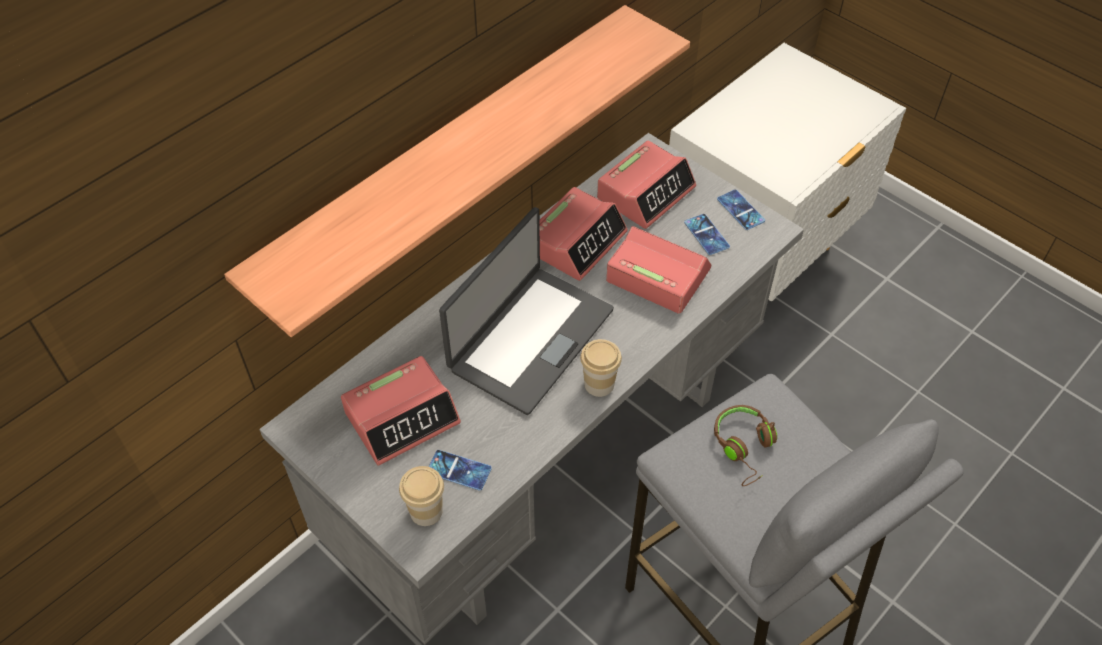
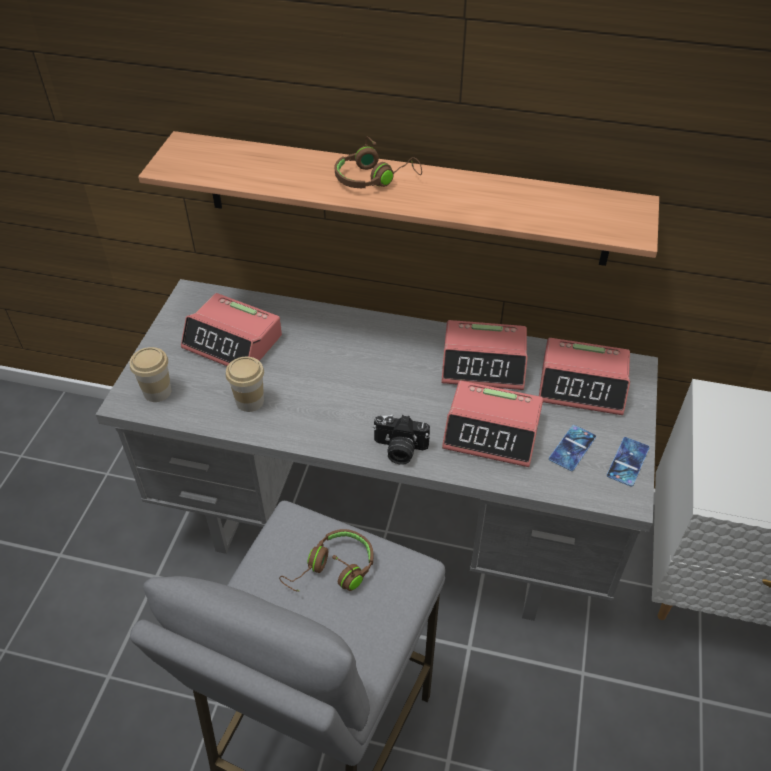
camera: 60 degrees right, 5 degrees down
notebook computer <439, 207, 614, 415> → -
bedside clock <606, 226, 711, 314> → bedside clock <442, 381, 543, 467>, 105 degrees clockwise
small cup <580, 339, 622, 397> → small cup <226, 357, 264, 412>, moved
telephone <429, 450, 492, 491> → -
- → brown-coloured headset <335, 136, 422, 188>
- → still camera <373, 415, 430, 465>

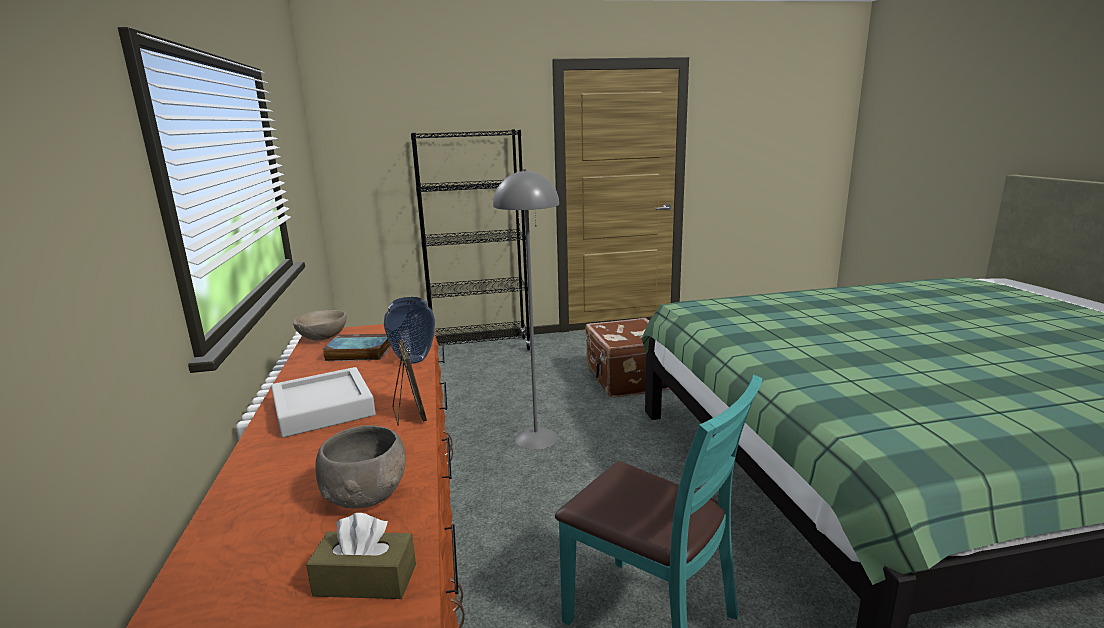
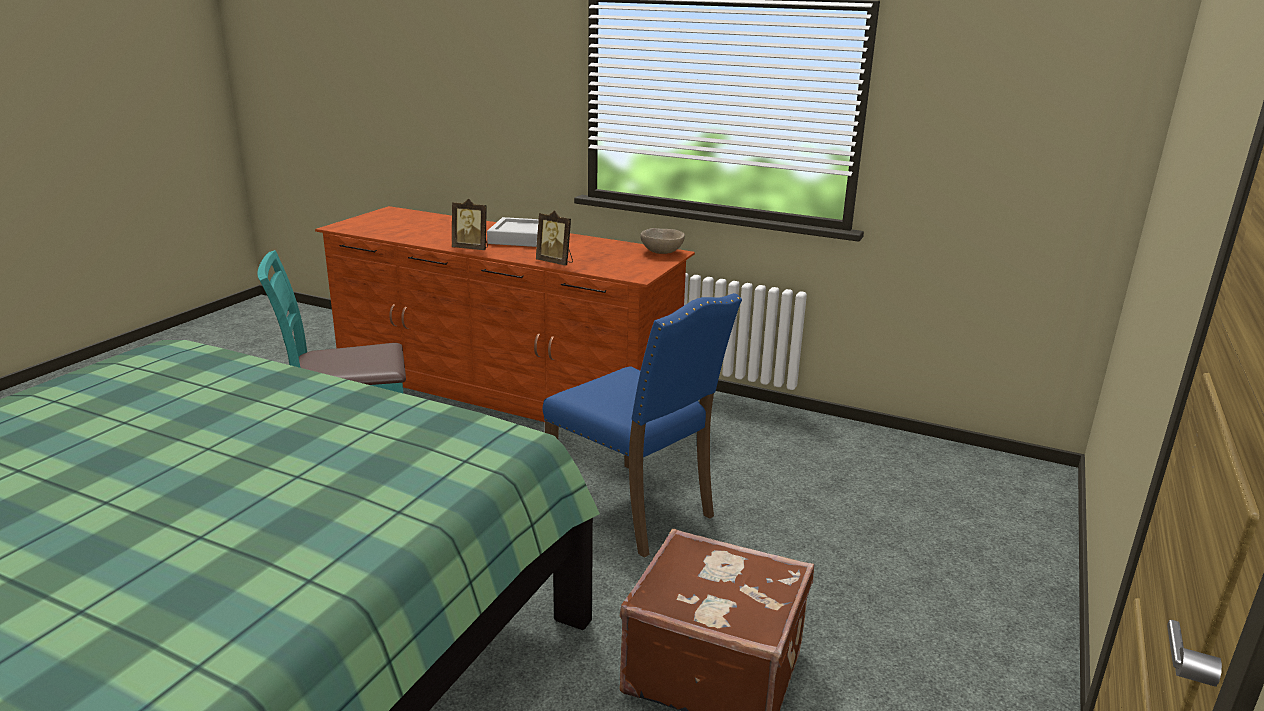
camera: 125 degrees right, 5 degrees up
black bookshelf <411, 129, 531, 351> → -
gray standing lamp <493, 169, 559, 450> → blue chair <543, 293, 742, 558>
flower vase <384, 297, 435, 364> → picture frame <536, 210, 573, 266>
book <322, 334, 391, 361> → -
gray bowl <315, 425, 406, 508> → -
brown-coloured tissue holder <306, 513, 416, 599> → -

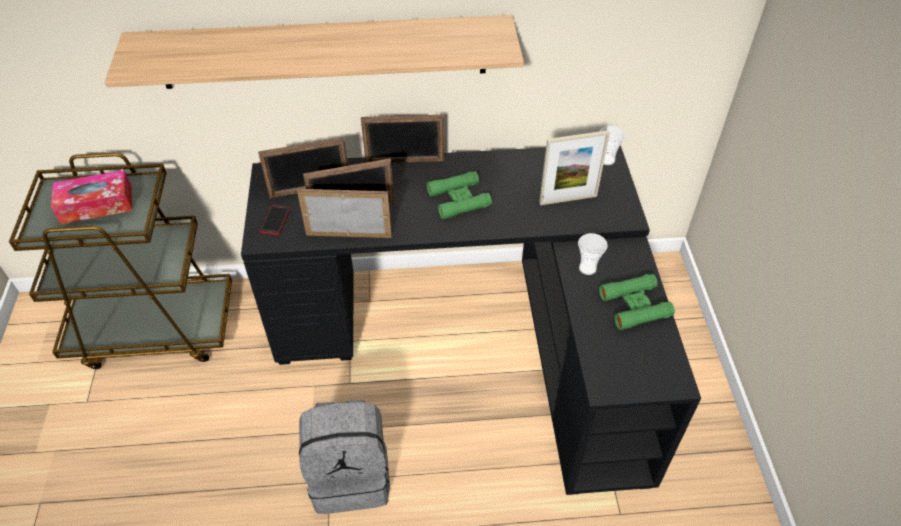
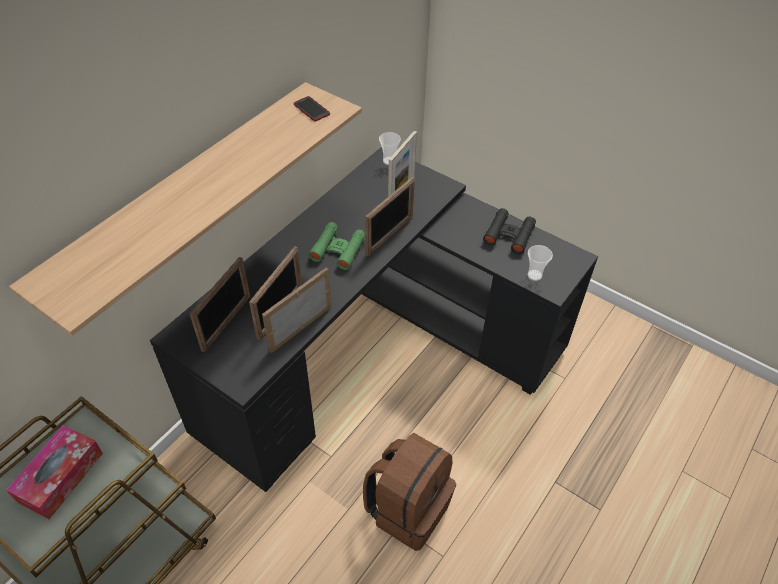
camera: 50 degrees left, 0 degrees up
picture frame <361, 115, 444, 163> → picture frame <365, 177, 415, 256>, moved
telephone <260, 205, 290, 235> → telephone <294, 96, 330, 121>, moved
small cup <578, 233, 608, 275> → small cup <527, 245, 553, 281>, moved
green-coloured pair of binoculars <599, 274, 675, 330> → black pair of binoculars <483, 208, 536, 254>
gray backpack <299, 400, 390, 514> → brown-coloured backpack <363, 433, 456, 551>

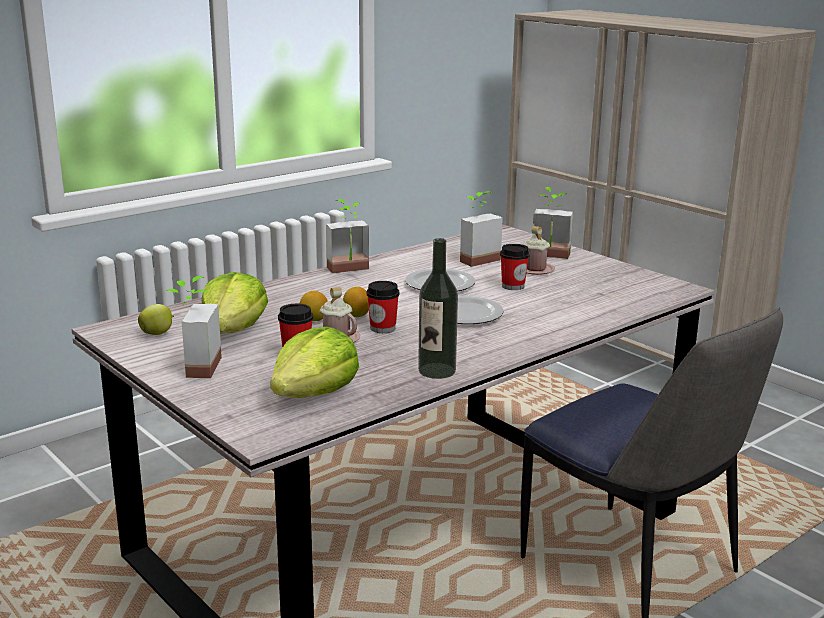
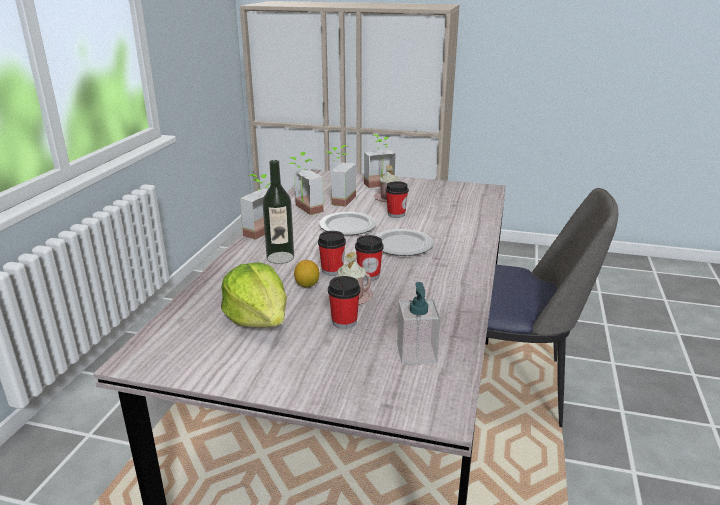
camera: 35 degrees left, 5 degrees up
drink bottle <418, 238, 458, 379> → drink bottle <263, 160, 294, 264>, moved
houseplant <166, 276, 222, 378> → houseplant <288, 152, 324, 215>, moved
lemon <343, 287, 369, 317> → small cup <318, 231, 346, 276>
apple <138, 304, 174, 335> → -
head of lettuce <270, 327, 359, 398> → soap dispenser <397, 282, 440, 365>

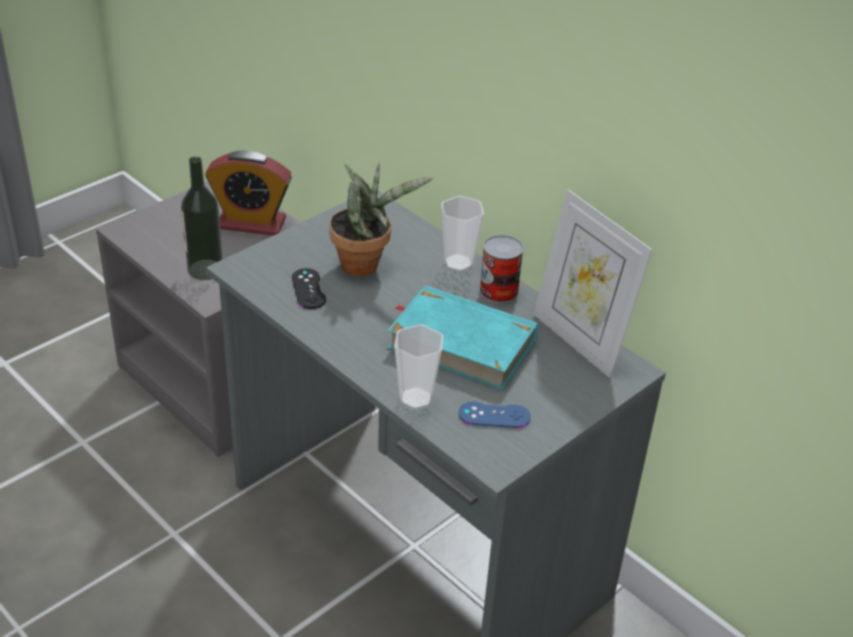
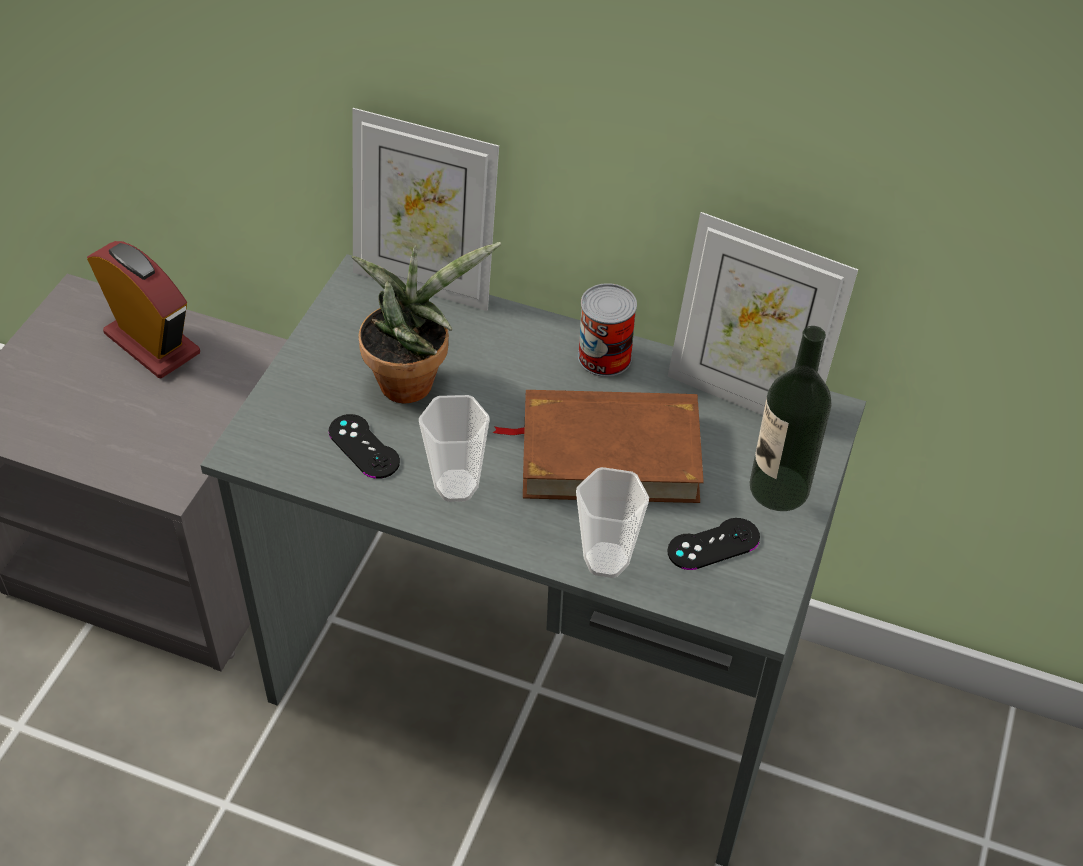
camera: 25 degrees left, 10 degrees up
bedside clock <205, 150, 292, 236> → bedside clock <87, 241, 200, 378>, 120 degrees counterclockwise
drink bottle <181, 157, 223, 280> → drink bottle <750, 326, 832, 511>, moved
small cup <441, 196, 484, 272> → small cup <419, 395, 490, 502>, moved
turquoise-coloured book <387, 285, 538, 390> → brown-coloured book <492, 390, 704, 503>
blue game controller <458, 402, 531, 428> → black game controller <668, 518, 760, 570>
- → picture frame <352, 108, 499, 311>

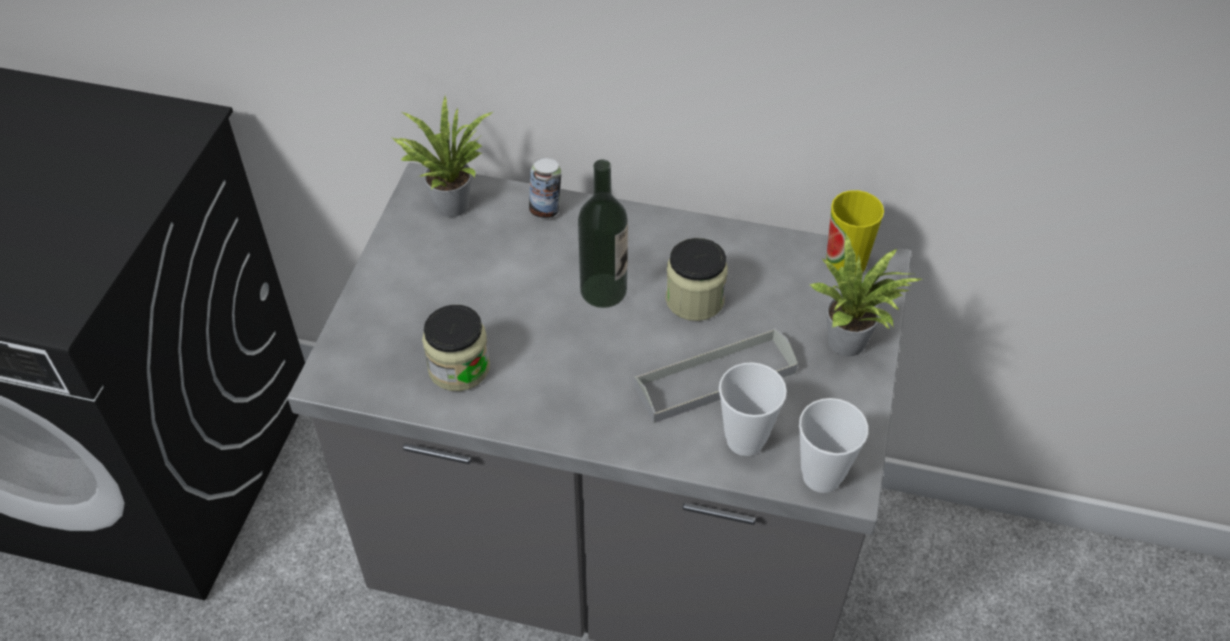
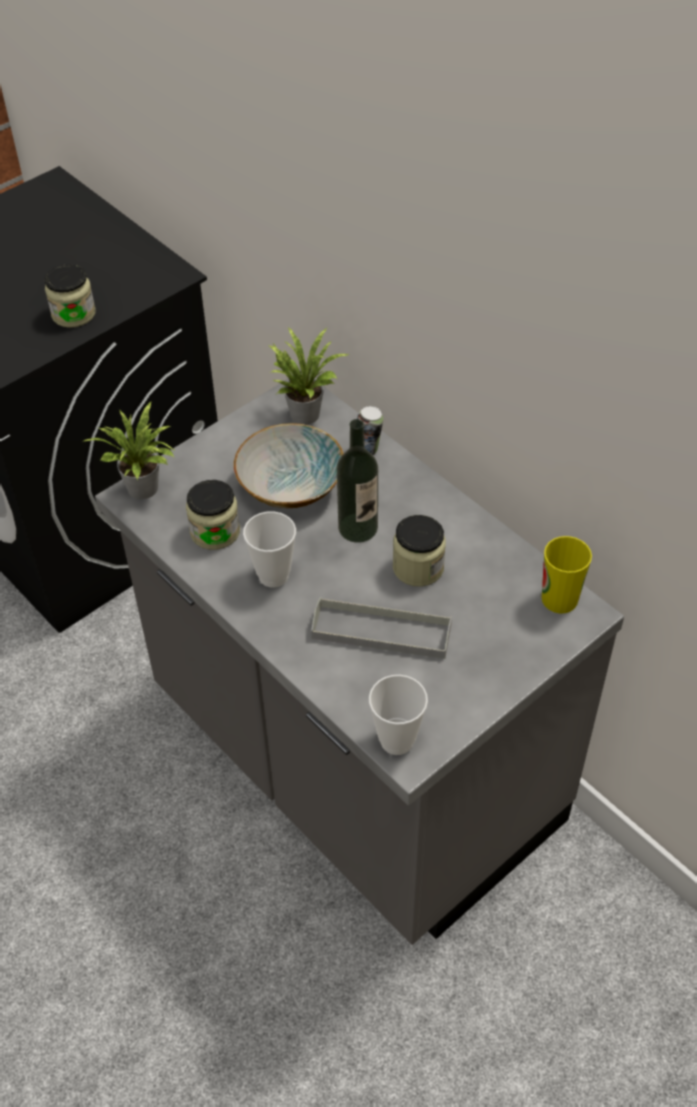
camera: 35 degrees right, 0 degrees up
houseplant <810, 232, 925, 356> → houseplant <81, 401, 176, 499>, moved
small cup <719, 362, 787, 456> → small cup <243, 511, 296, 588>, moved
- → preserve jar <45, 265, 96, 328>
- → bowl <234, 423, 344, 508>

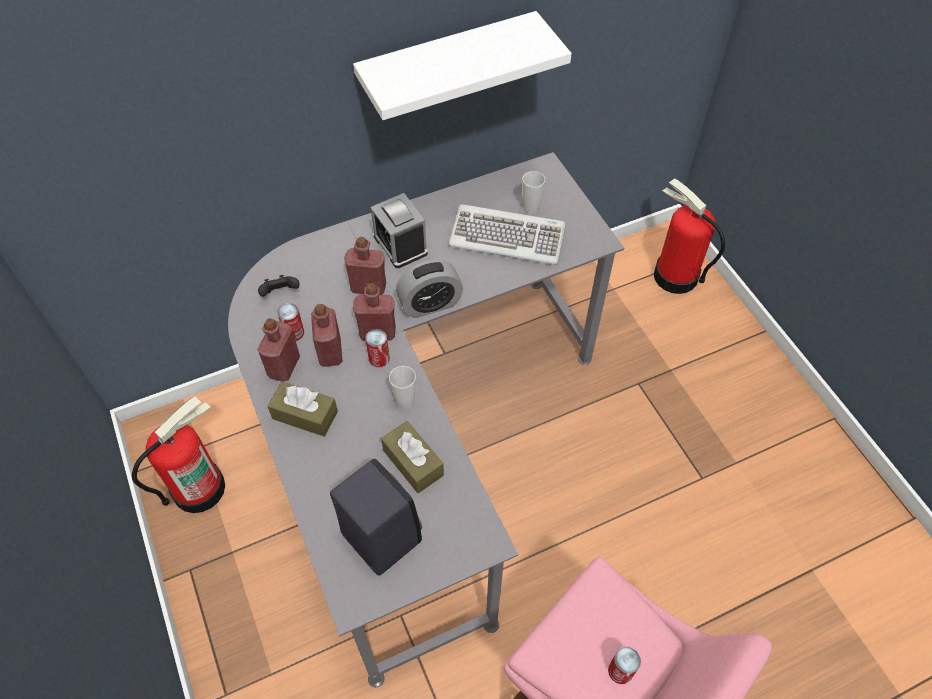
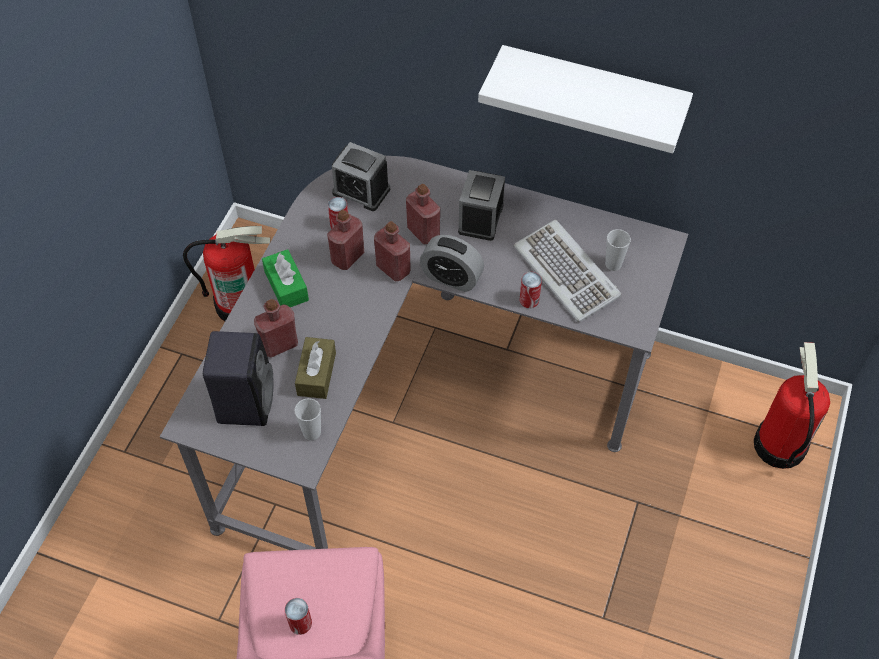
camera: 45 degrees right, 0 degrees up
black game controller <258, 275, 300, 297> → bedside clock <332, 142, 390, 211>
red drink bottle <257, 318, 300, 382> → red drink bottle <254, 299, 298, 358>, moved
metal can <365, 329, 390, 367> → metal can <520, 272, 542, 308>, moved
small cup <389, 366, 416, 410> → small cup <294, 398, 321, 440>, moved
brown-coloured tissue holder <268, 381, 338, 436> → green-coloured tissue holder <262, 249, 309, 307>

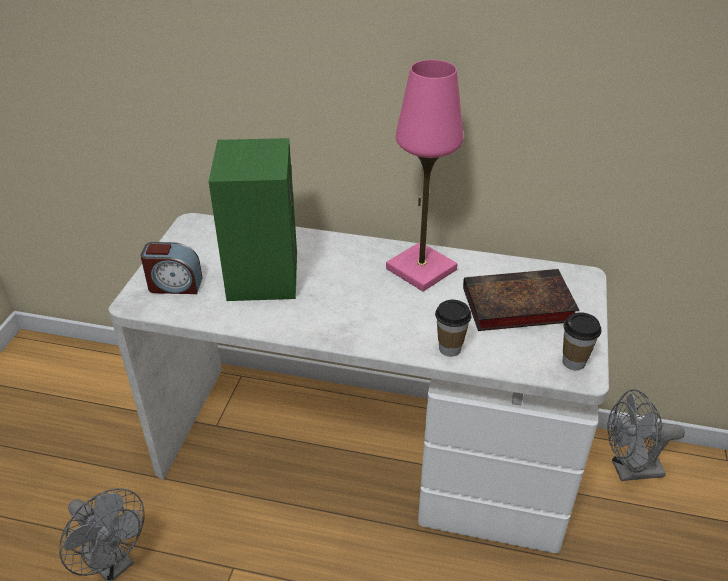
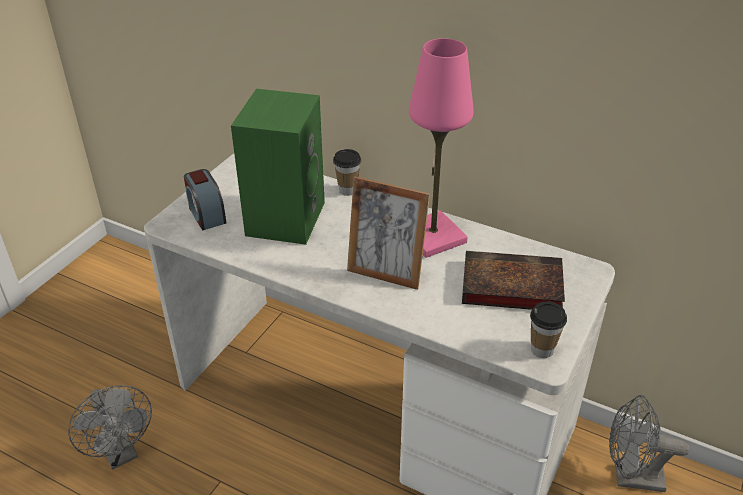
camera: 15 degrees right, 0 degrees up
bedside clock <141, 242, 202, 294> → bedside clock <184, 169, 226, 230>, 45 degrees clockwise
small cup <435, 300, 472, 357> → small cup <333, 149, 361, 196>, moved
- → picture frame <347, 177, 430, 290>

